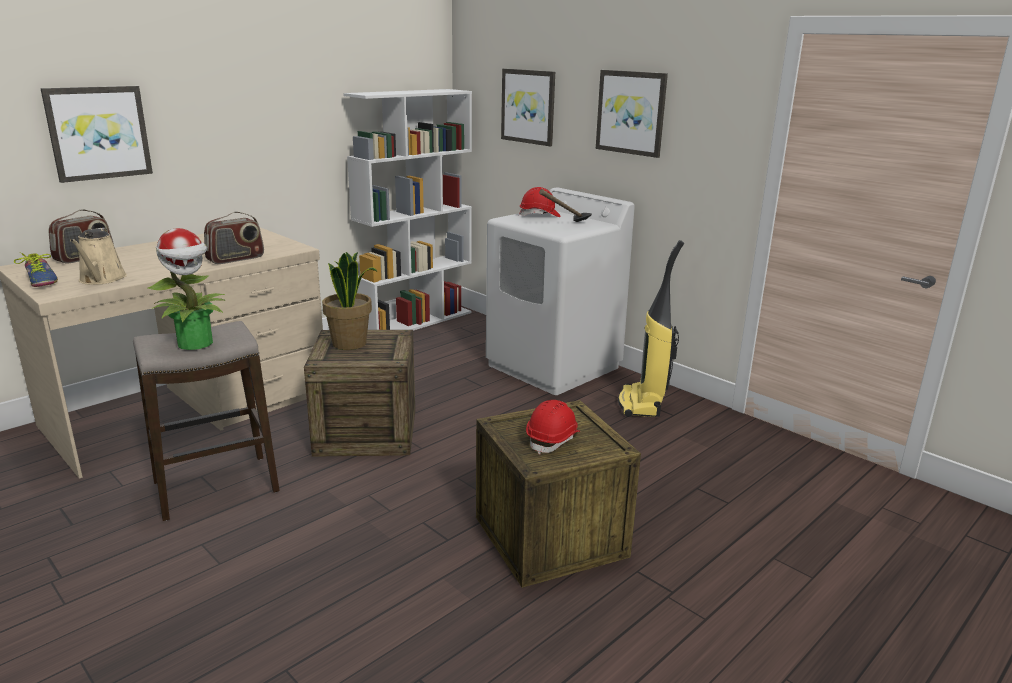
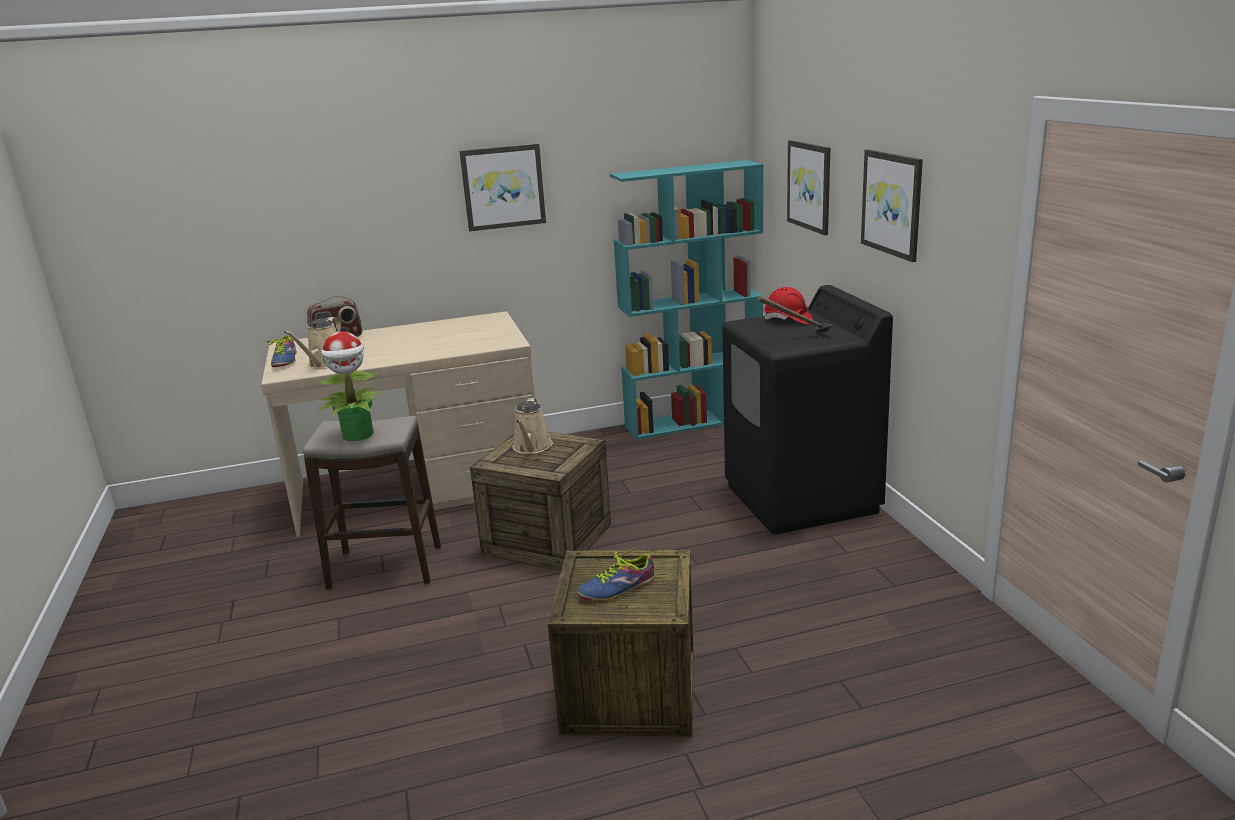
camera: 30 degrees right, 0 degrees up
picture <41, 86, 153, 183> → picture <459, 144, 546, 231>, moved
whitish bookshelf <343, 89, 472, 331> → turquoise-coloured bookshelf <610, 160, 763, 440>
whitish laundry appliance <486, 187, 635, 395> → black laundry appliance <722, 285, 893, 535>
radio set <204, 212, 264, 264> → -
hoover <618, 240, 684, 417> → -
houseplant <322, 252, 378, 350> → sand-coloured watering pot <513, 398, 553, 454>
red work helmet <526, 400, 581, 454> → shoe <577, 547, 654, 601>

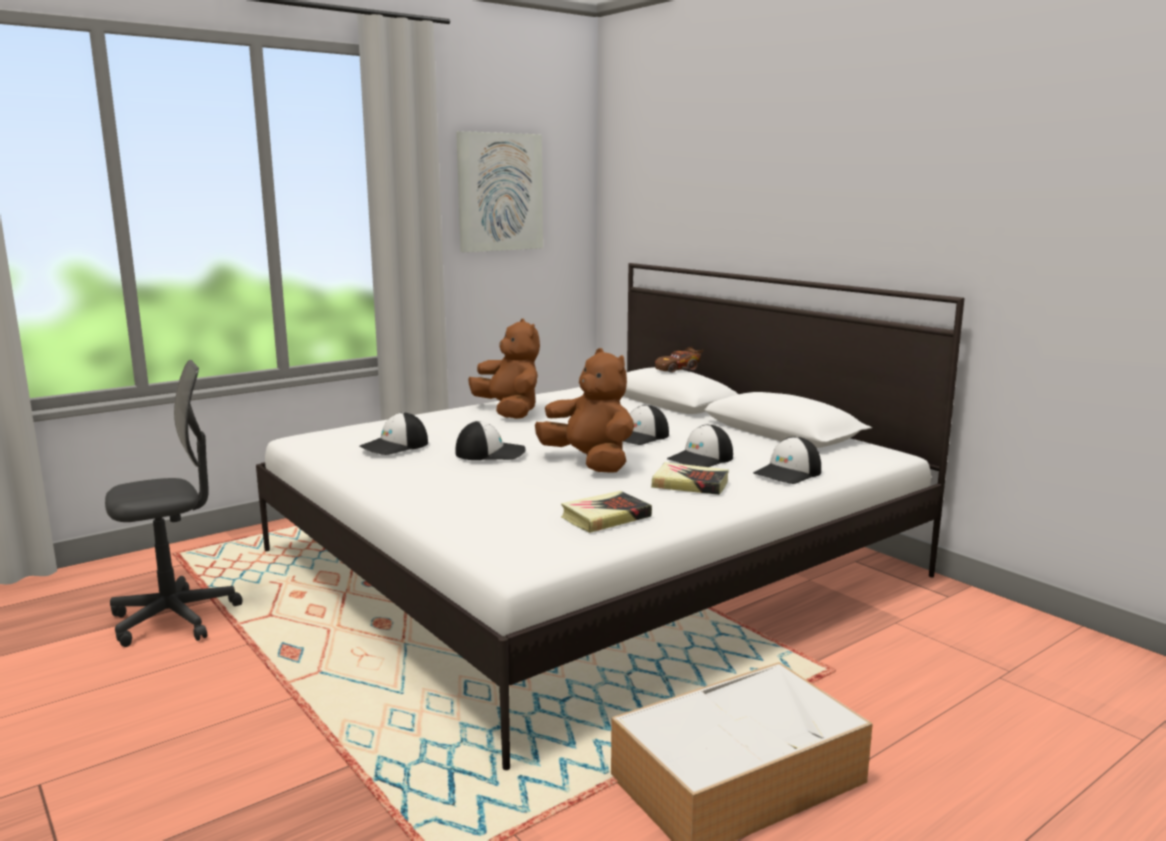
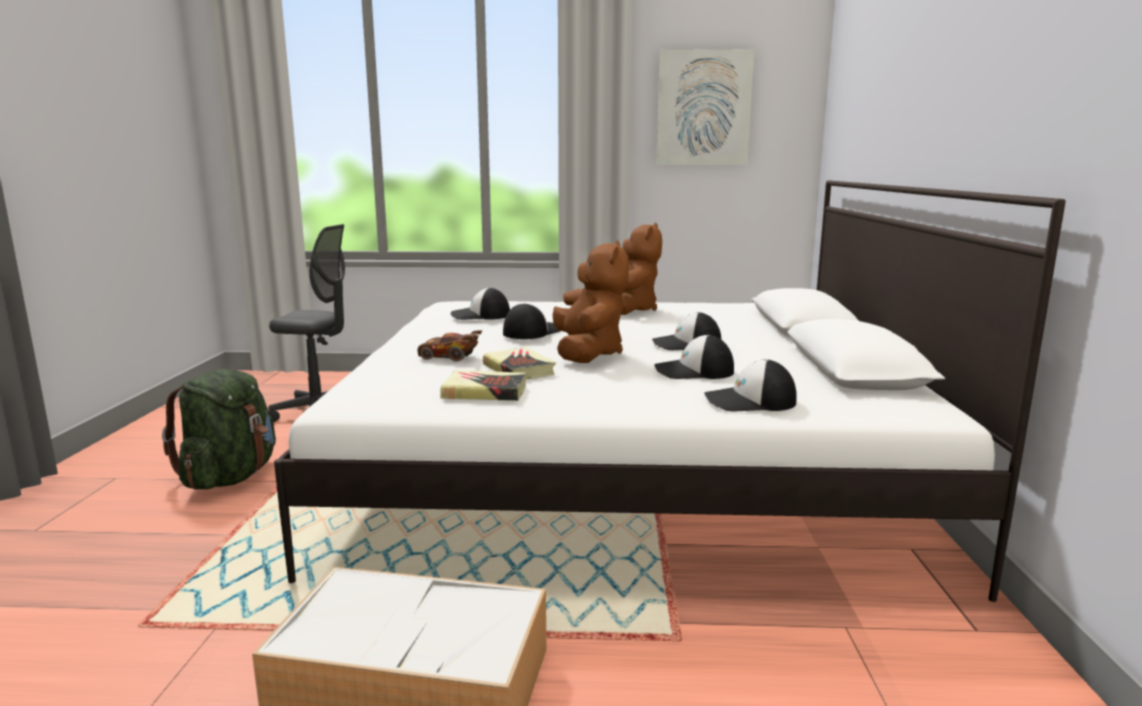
camera: 40 degrees right, 0 degrees up
brown-coloured miniature car <655, 347, 704, 373> → brown-coloured miniature car <418, 331, 482, 362>, moved
cap <456, 421, 526, 460> → cap <503, 303, 560, 339>, 90 degrees counterclockwise
book <651, 462, 729, 495> → book <483, 347, 556, 379>, moved
- → green-coloured backpack <162, 369, 276, 490>

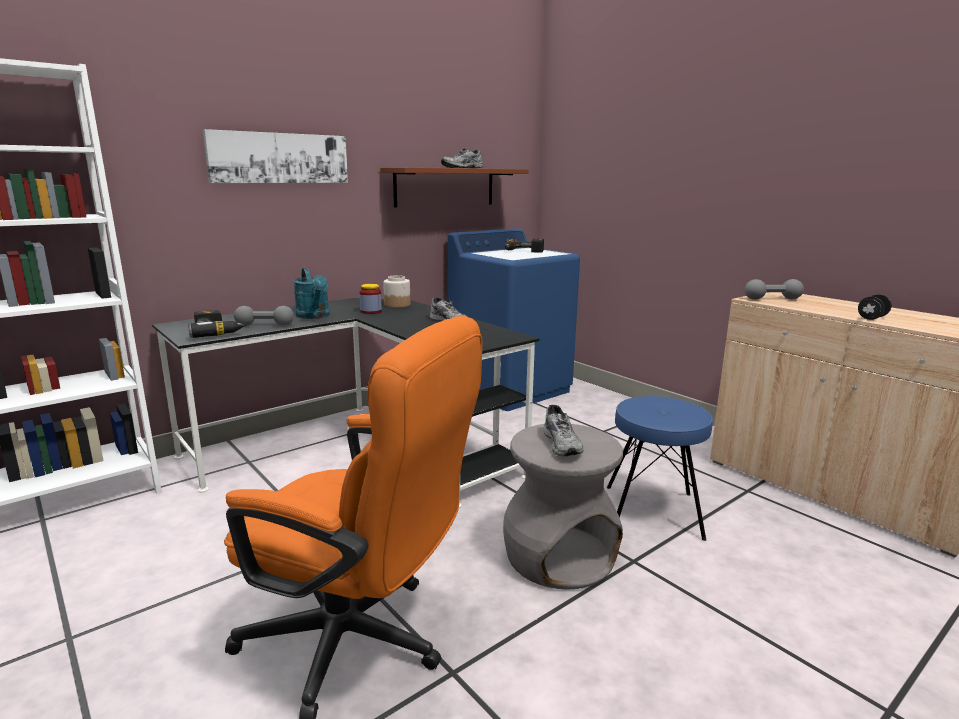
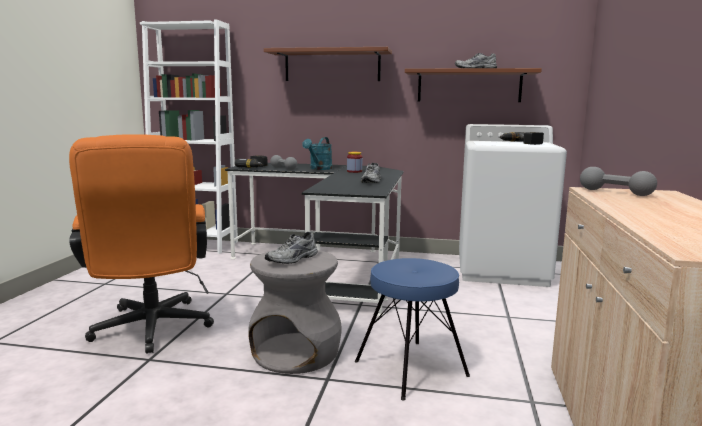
camera: 50 degrees right, 5 degrees down
picture <203, 129, 348, 183> → brown-coloured wall shelf <264, 47, 392, 81>
blue laundry appliance <448, 228, 580, 411> → whitish laundry appliance <459, 124, 567, 287>
preserve jar <383, 275, 410, 308> → -
black dumbbell <858, 294, 892, 320> → -

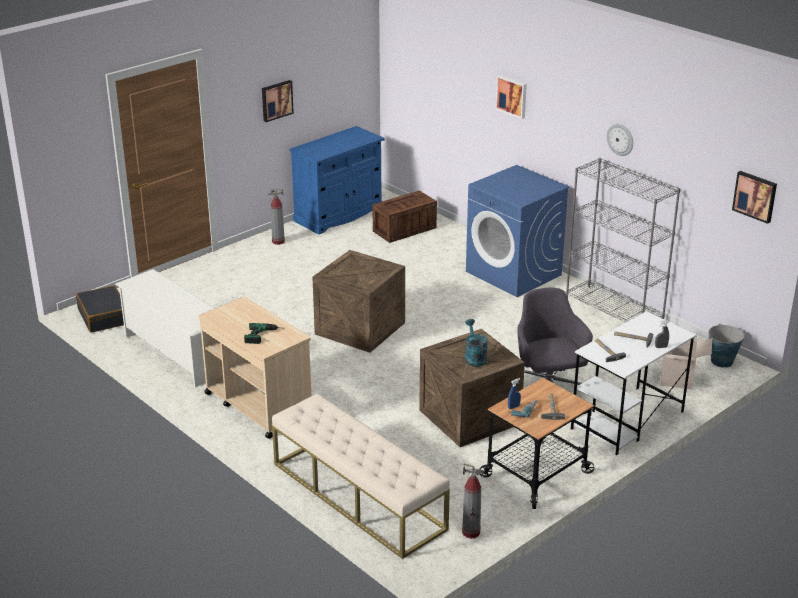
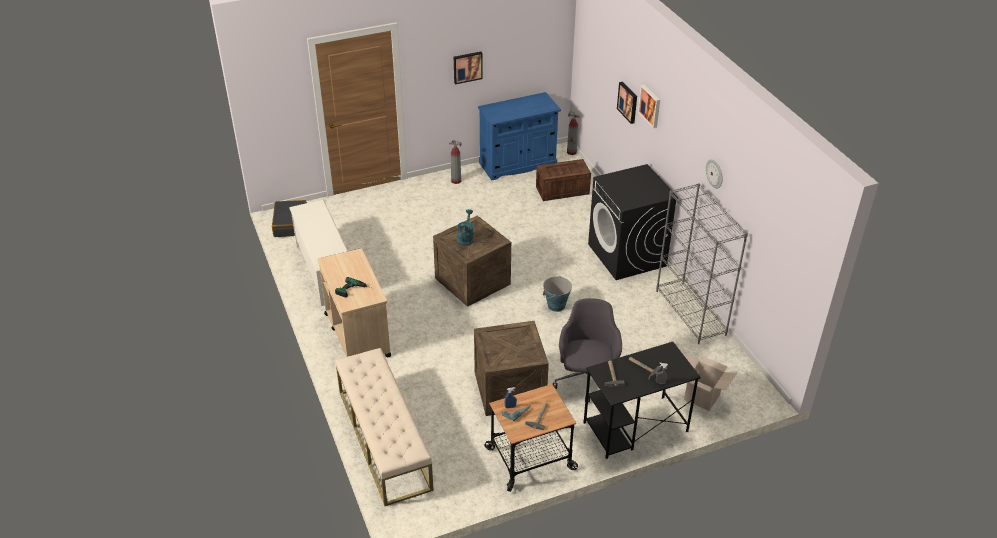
camera: 20 degrees right, 10 degrees up
blue laundry appliance <466, 165, 570, 297> → black laundry appliance <588, 164, 678, 280>
picture <732, 171, 777, 224> → picture <617, 82, 637, 124>, moved
whitish desk unit <571, 311, 696, 455> → black desk unit <584, 342, 701, 459>
turquoise-coloured watering pot <465, 319, 488, 367> → turquoise-coloured watering pot <457, 209, 474, 246>, moved
water bucket <708, 324, 744, 368> → water bucket <543, 276, 572, 312>, moved
fire-fighting cylinder <462, 464, 484, 539> → fire-fighting cylinder <567, 111, 580, 155>, moved

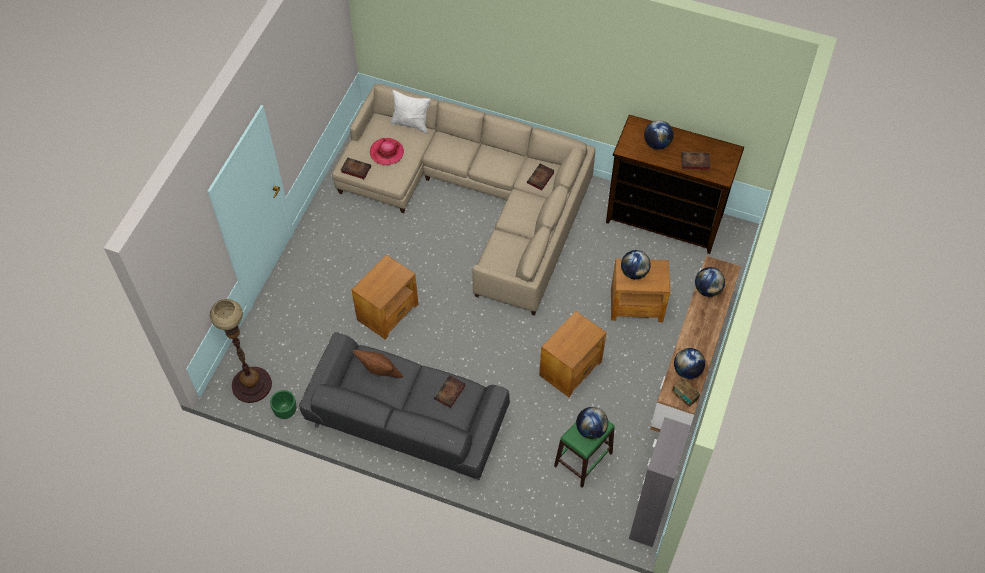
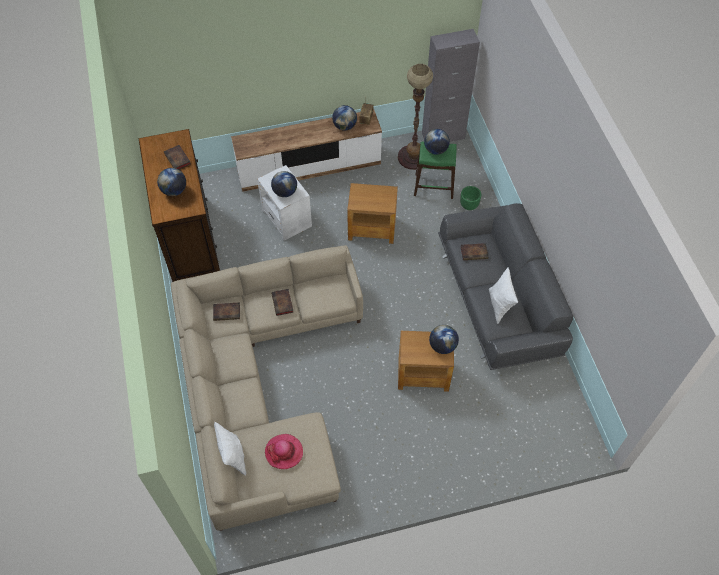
camera: 125 degrees left, 0 degrees up
book <341, 158, 371, 179> → book <271, 289, 294, 316>, moved
brown-coloured accent table <611, 258, 670, 322> → whitish accent table <257, 165, 312, 241>
globe <695, 267, 725, 297> → globe <429, 325, 459, 354>, moved
standing lamp <210, 299, 272, 403> → standing lamp <398, 64, 433, 170>, moved
brown-coloured cushion <352, 350, 403, 378> → whitish cushion <489, 267, 518, 324>
green-coloured flower pot <270, 390, 296, 419> → green-coloured flower pot <460, 186, 481, 210>, moved

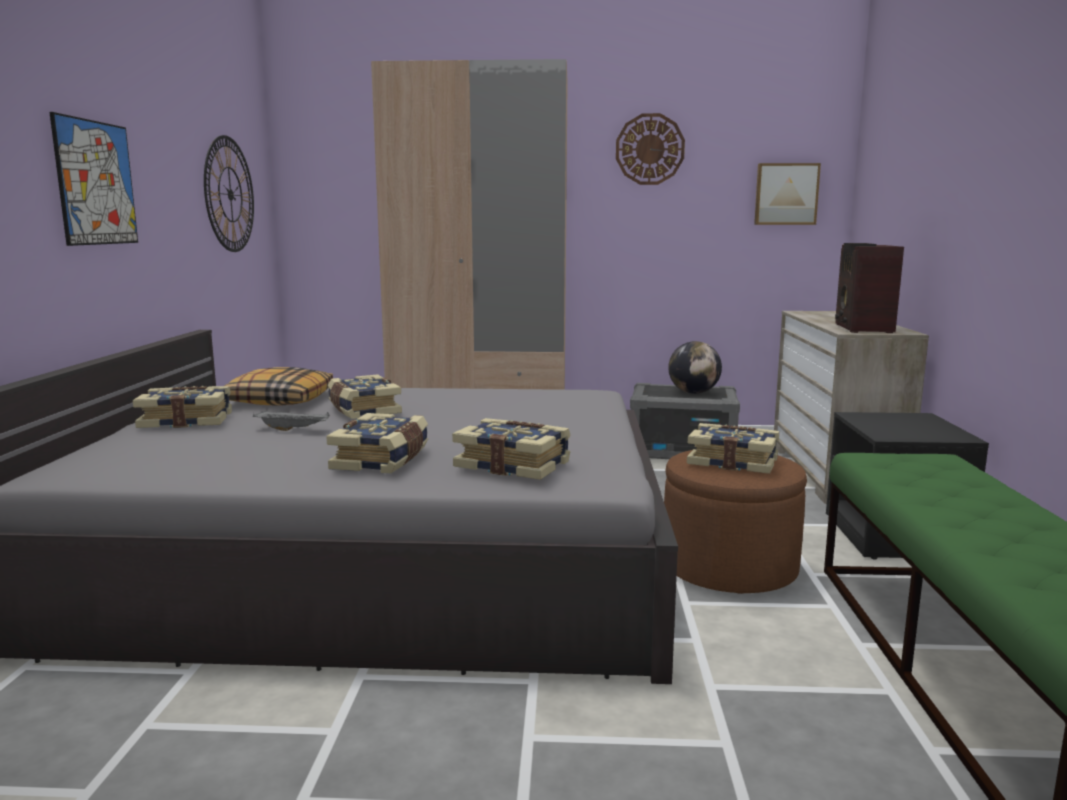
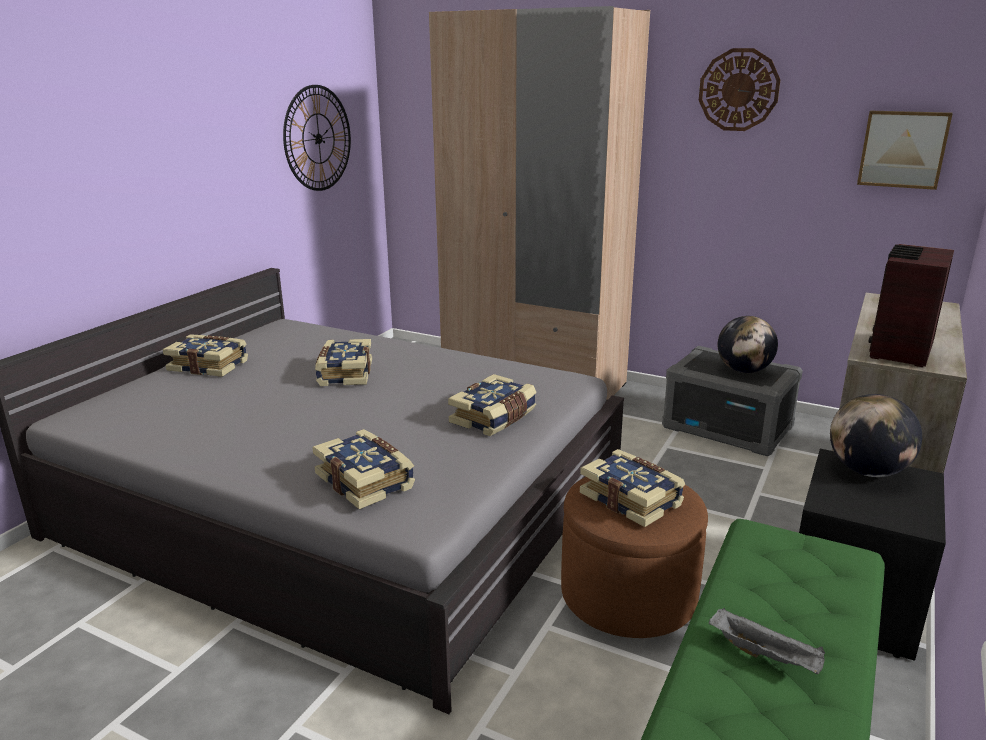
camera: 25 degrees right, 10 degrees up
picture <49, 112, 138, 246> → -
cushion <224, 367, 333, 406> → -
gray tray <253, 411, 330, 431> → gray tray <709, 608, 825, 674>, moved
book <326, 413, 428, 473> → book <448, 374, 536, 436>, moved
- → globe <830, 394, 922, 477>

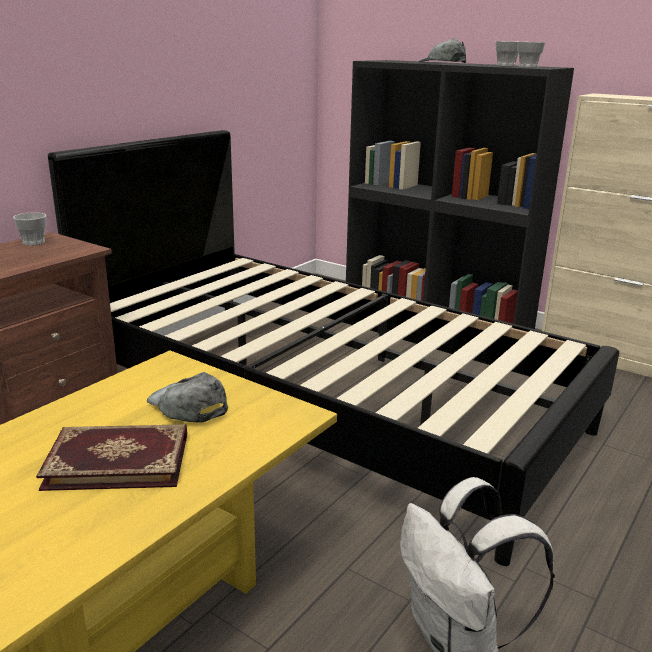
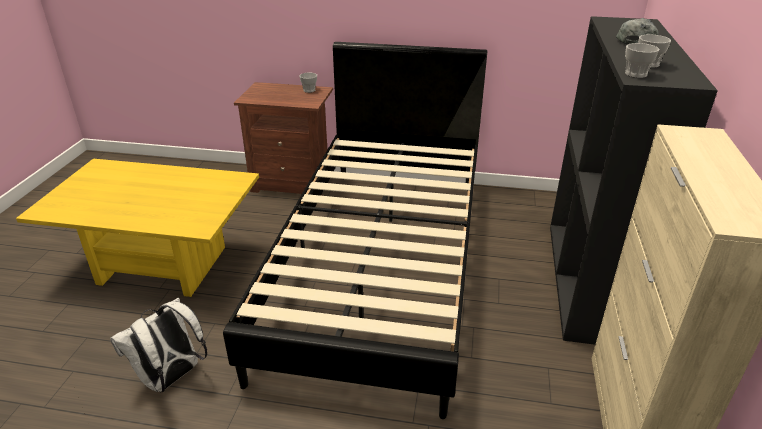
camera: 65 degrees right, 10 degrees up
gray cap <147, 372, 228, 422> → -
book <36, 424, 187, 491> → -

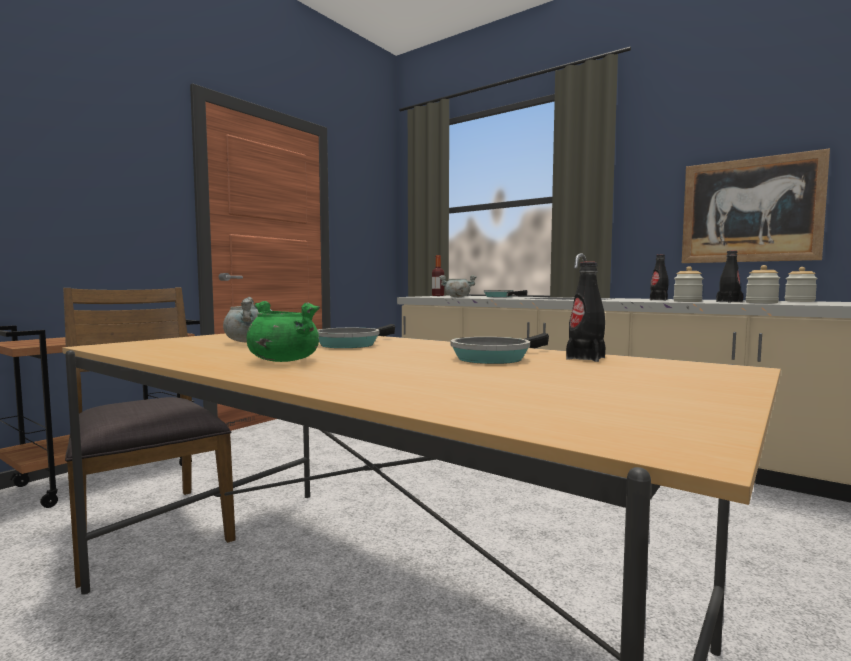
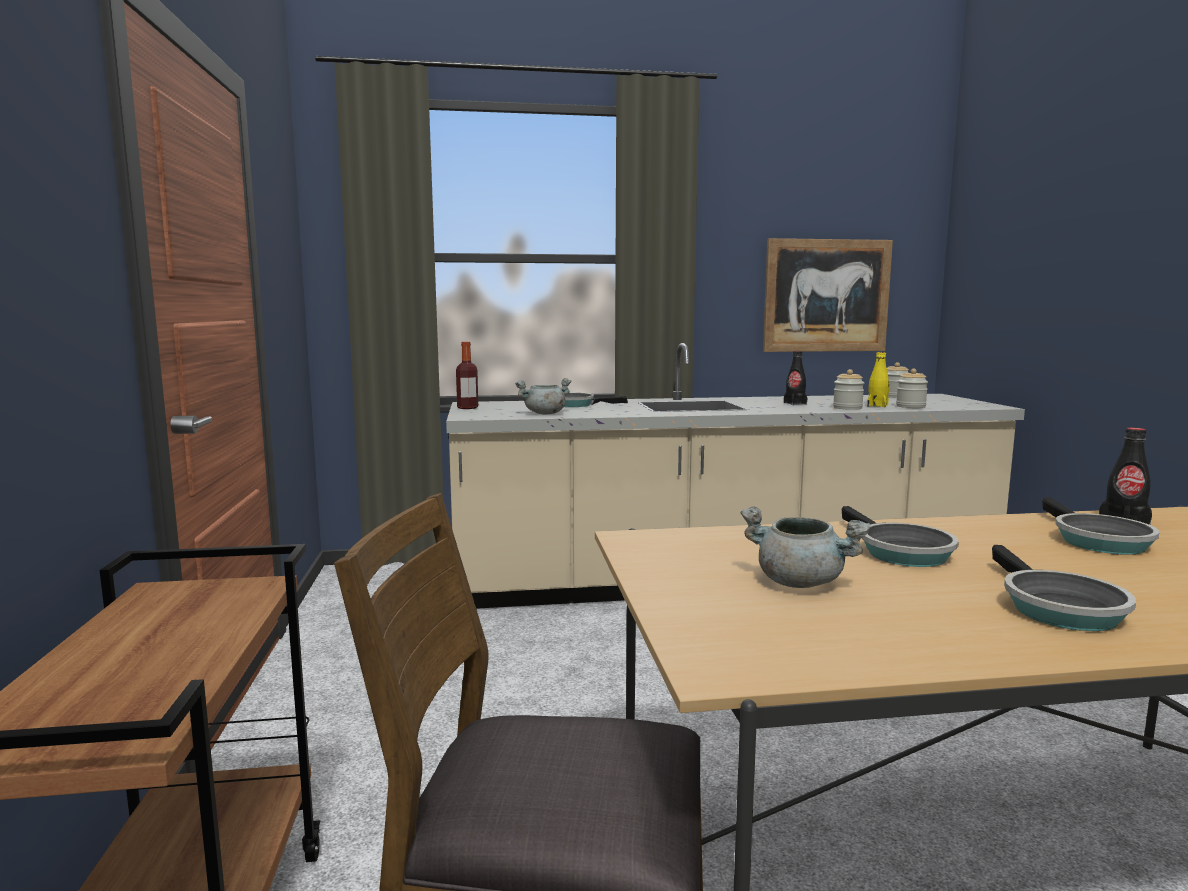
camera: 45 degrees left, 5 degrees up
black drink bottle <716, 251, 743, 303> → yellow-coloured drink bottle <867, 352, 889, 407>
green-coloured cooking pot <247, 301, 320, 362> → skillet <992, 545, 1136, 631>

